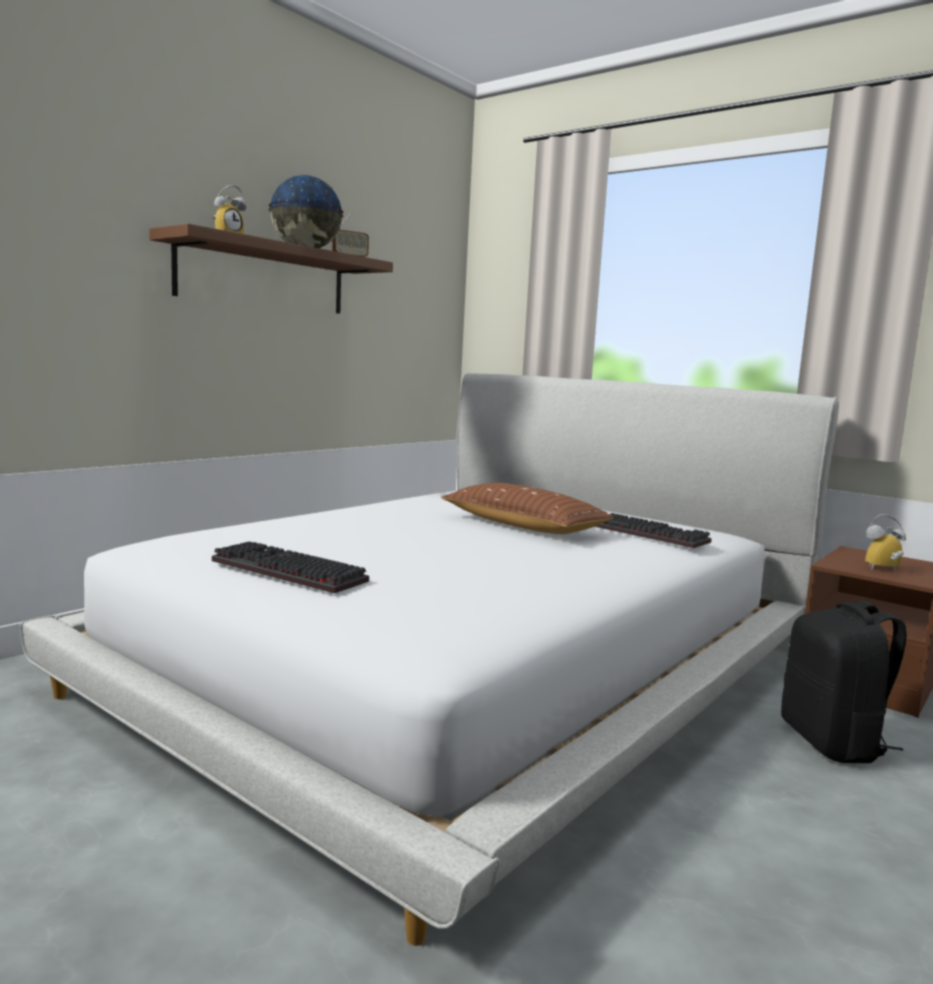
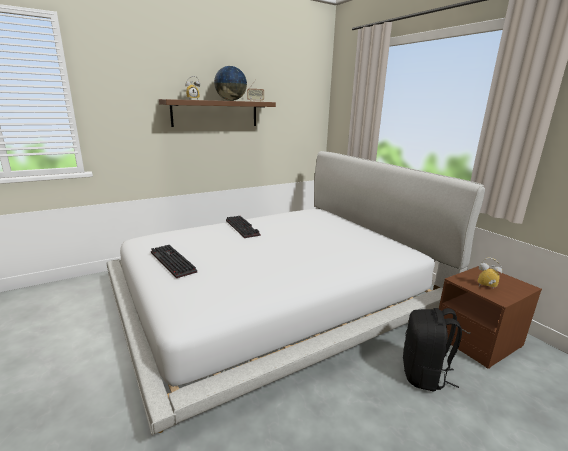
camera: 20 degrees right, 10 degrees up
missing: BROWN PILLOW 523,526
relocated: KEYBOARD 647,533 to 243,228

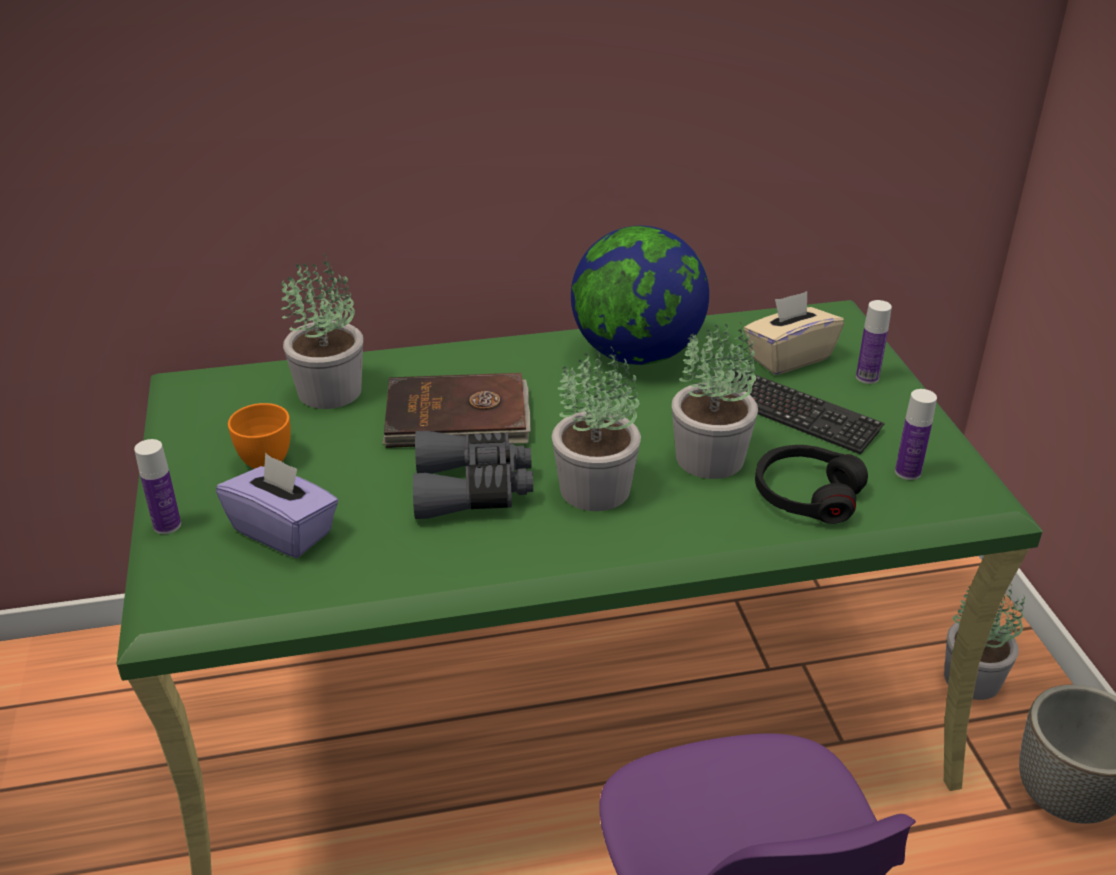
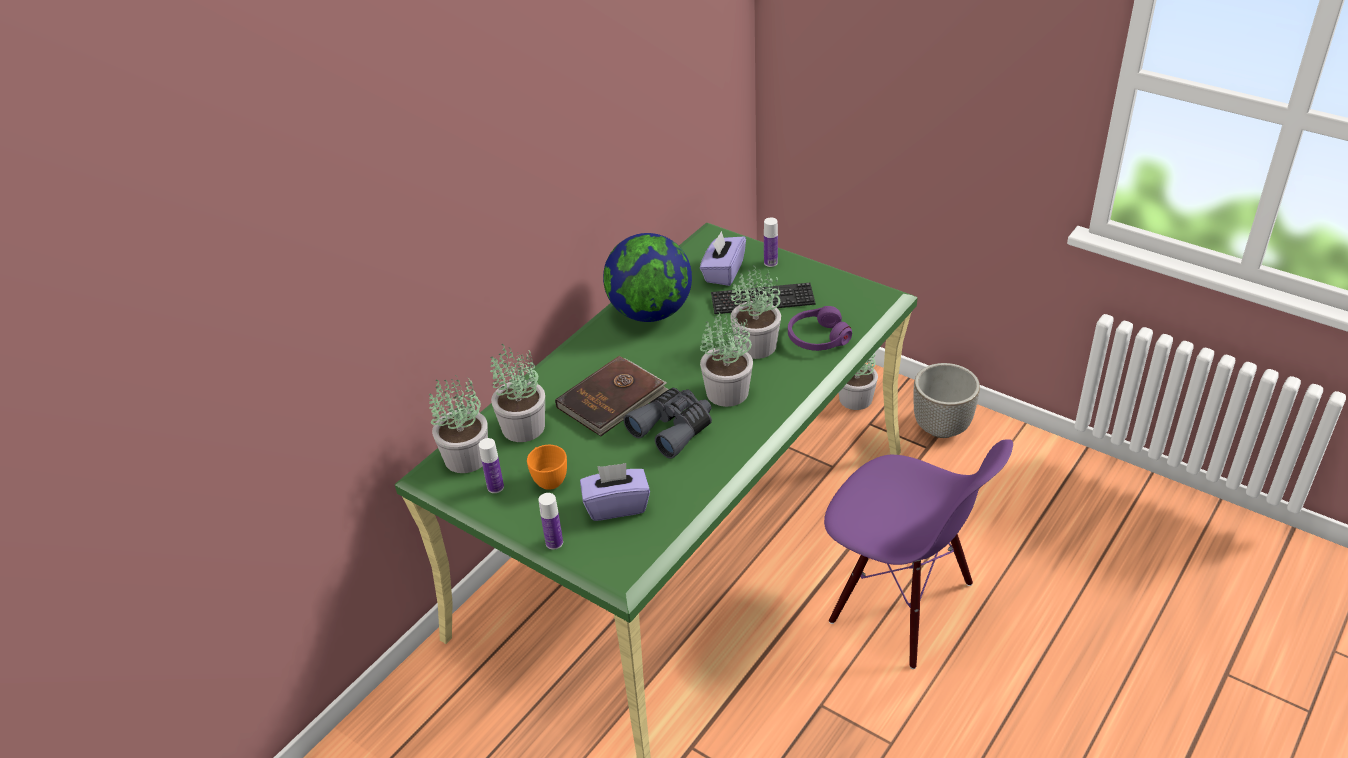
camera: 40 degrees left, 5 degrees up
appeared: POTTED PLANT 467,457
relocated: BOTTLE 907,472 to 495,487
colour: BEIGE TISSUE BOX 788,357 to PURPLE TISSUE BOX 723,272; BLACK HEADPHONES 806,495 to PURPLE HEADPHONES 817,338

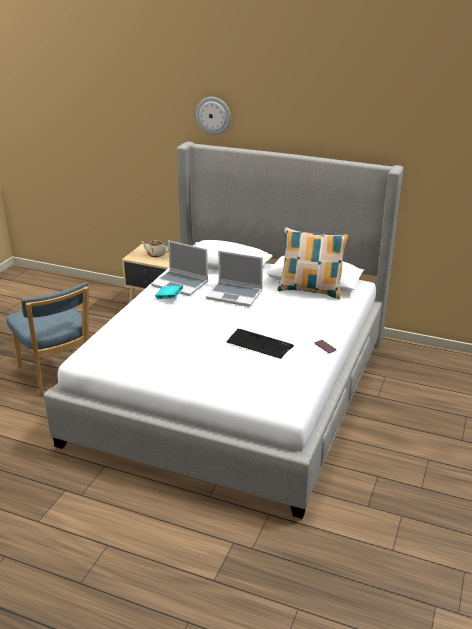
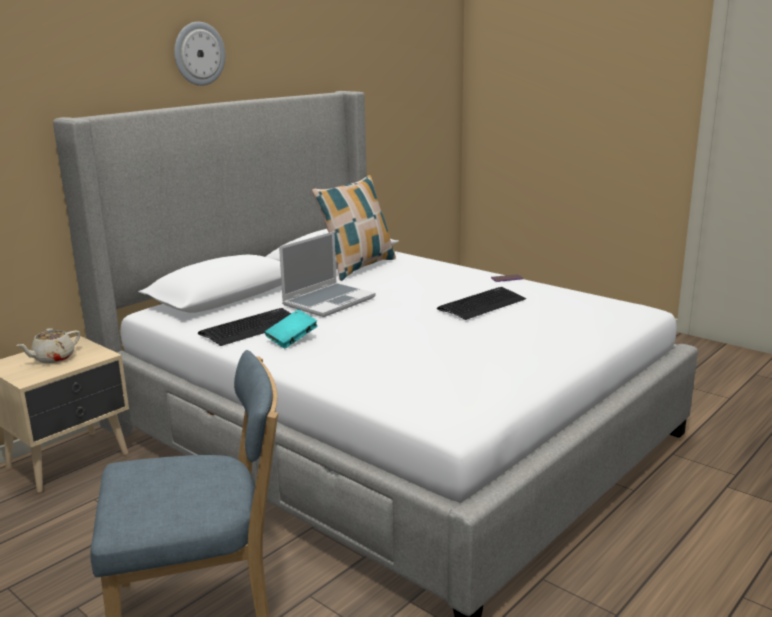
camera: 70 degrees left, 10 degrees down
relocated: WALL CLOCK 213,115 to 199,54
exchanged: LAPTOP 181,284 to KEYBOARD 251,328

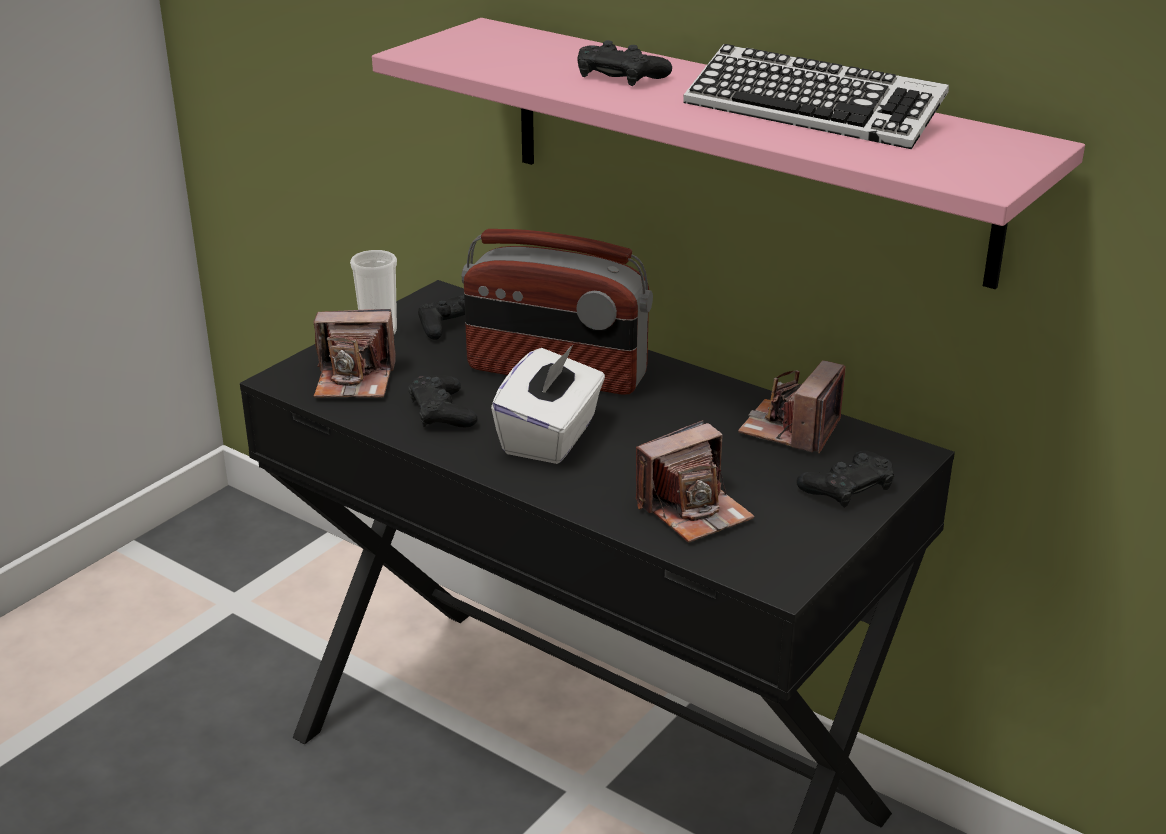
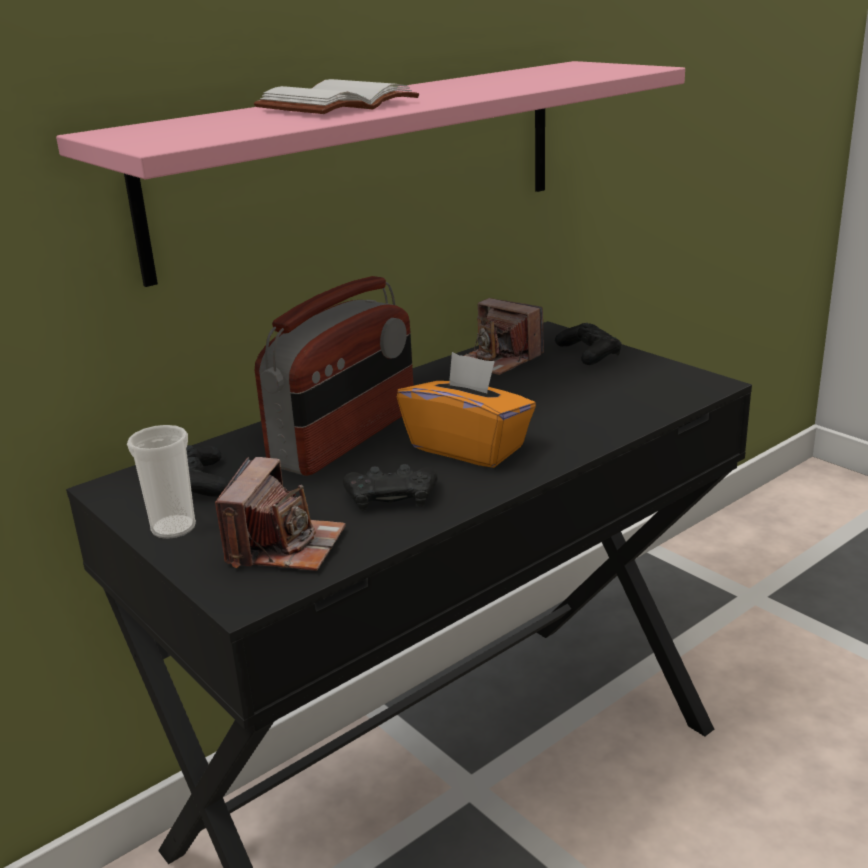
camera: 75 degrees left, 5 degrees down
missing: PHOTO CAMERA 694,510; KEYBOARD 812,113
exchanged: BLACK GAME CONTROLLER 621,76 to WHITE BOOK 338,106
colour: WHITE TISSUE BOX 551,437 to ORANGE TISSUE BOX 468,447

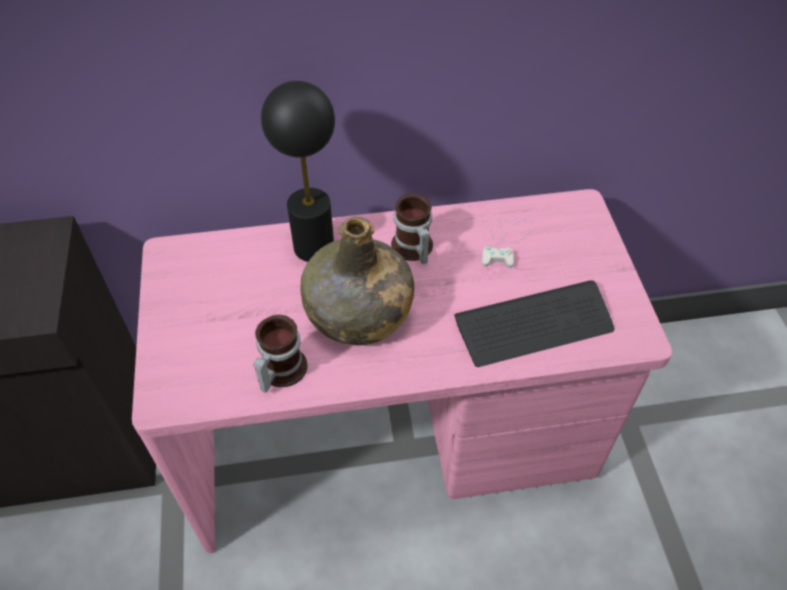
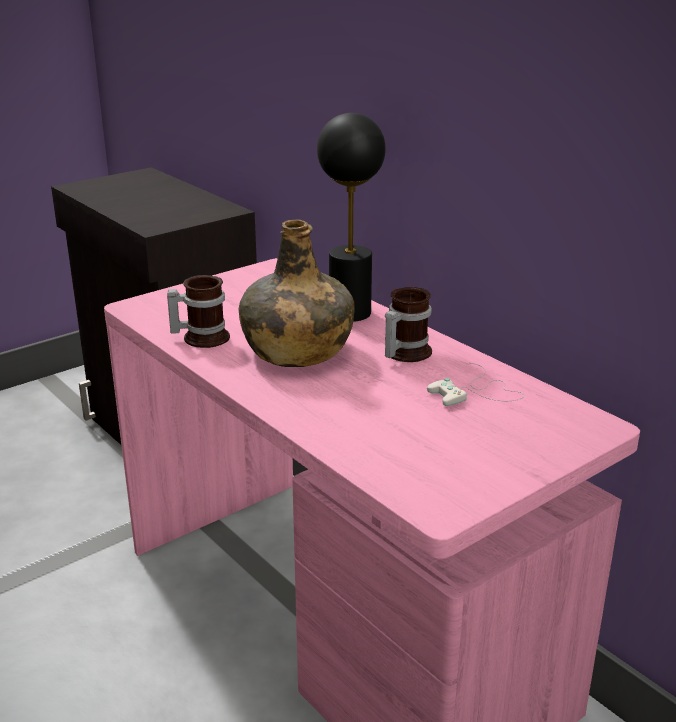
camera: 60 degrees right, 25 degrees down
missing: KEYBOARD 534,325

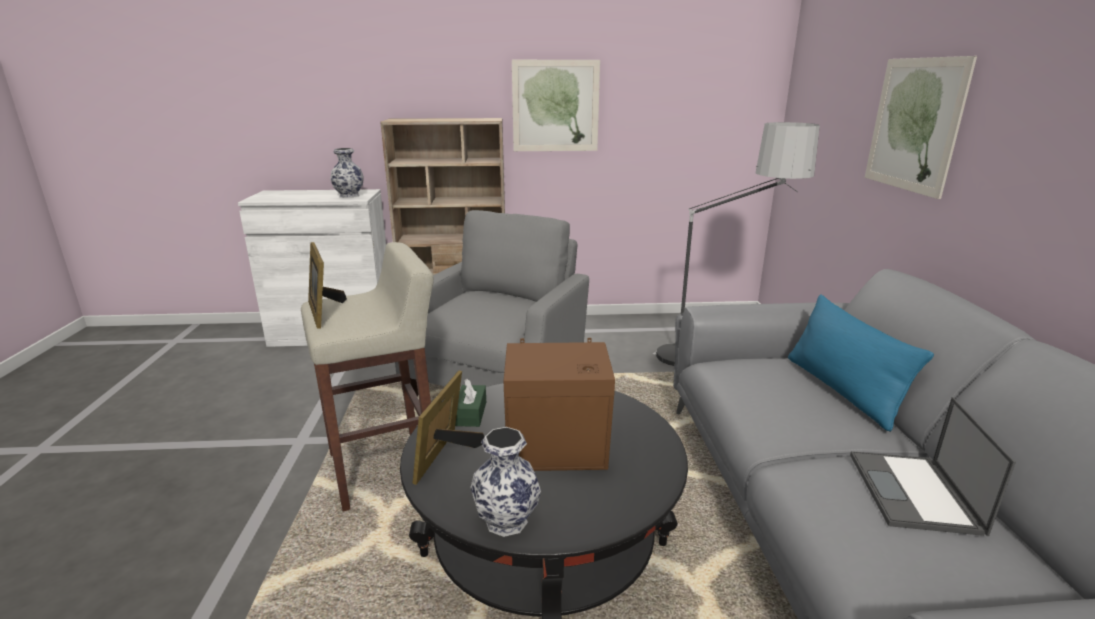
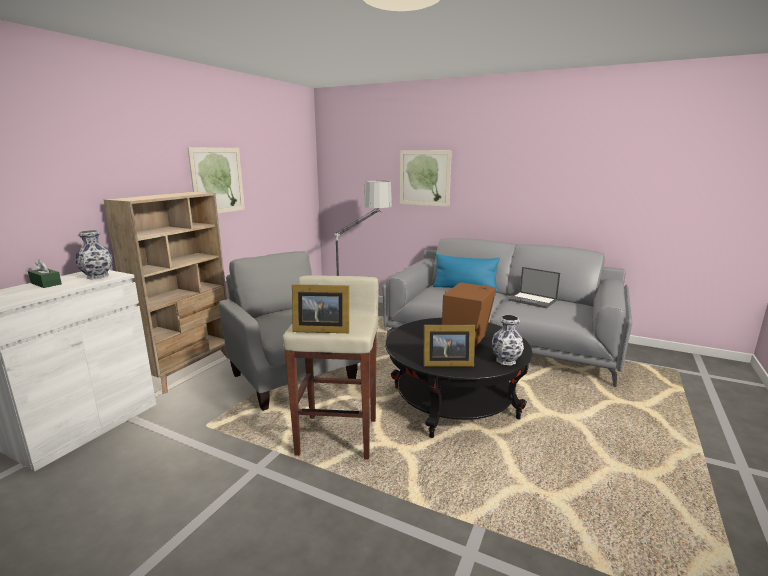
camera: 60 degrees left, 5 degrees down
relocated: GREEN TISSUE BOX 471,413 to 46,283
spun: PICTURE FRAME 447,456 = 446,363 45 degrees counterclockwise

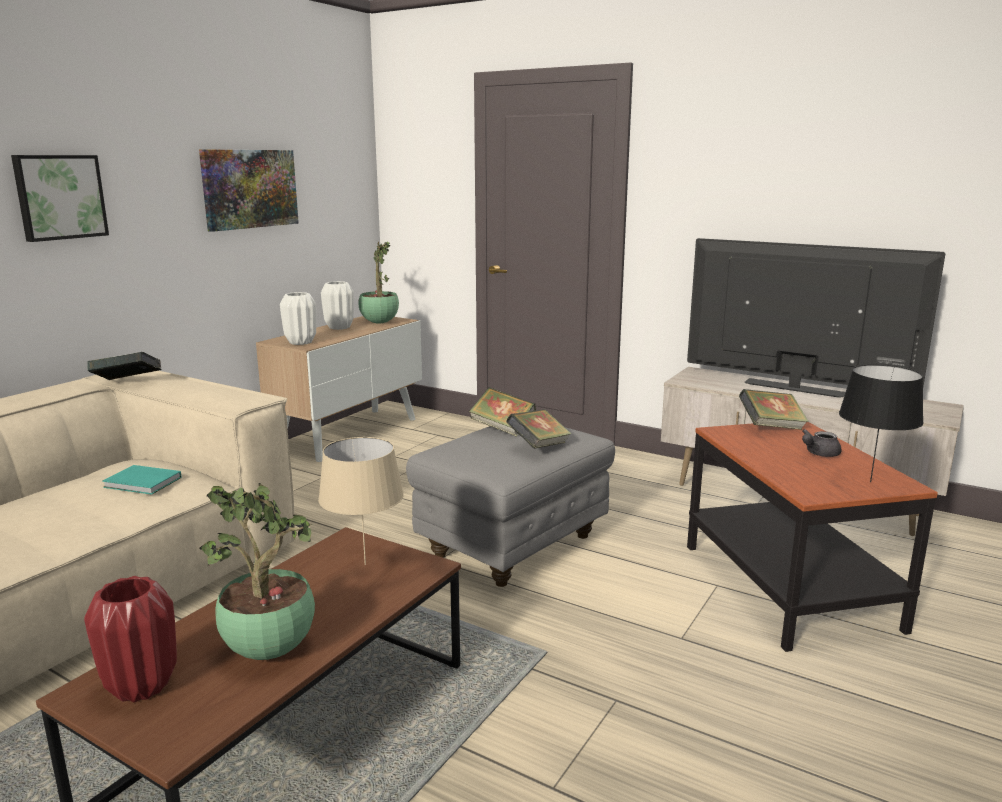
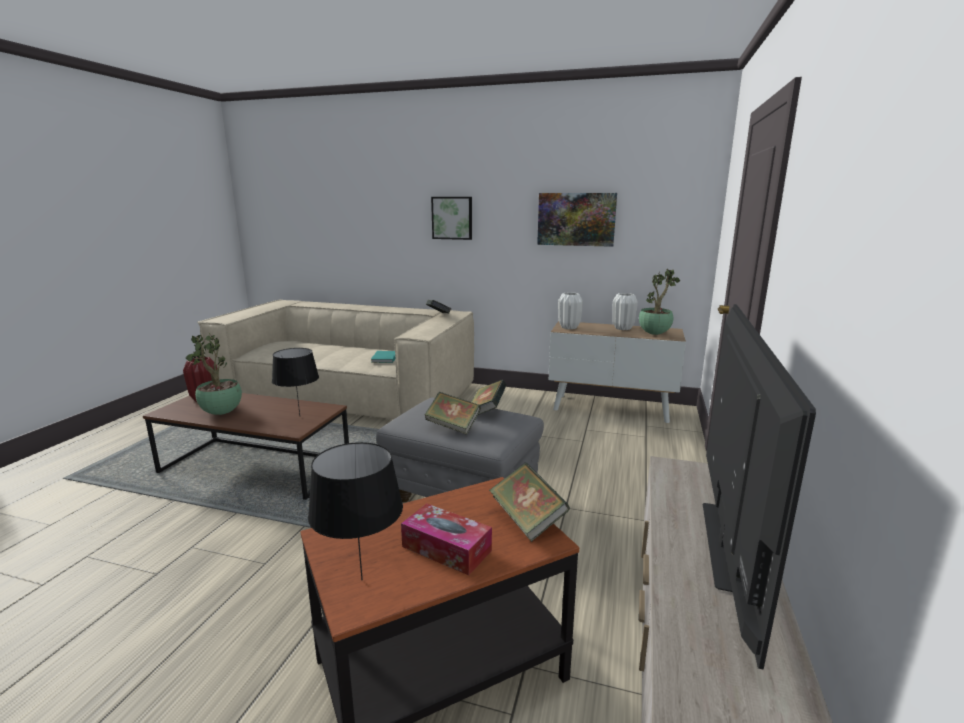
camera: 75 degrees right, 0 degrees up
exchanged: GREY TEAPOT 818,454 to TISSUE BOX 446,548
colour: BEIGE TABLE LAMP 365,565 to BLACK TABLE LAMP 299,416

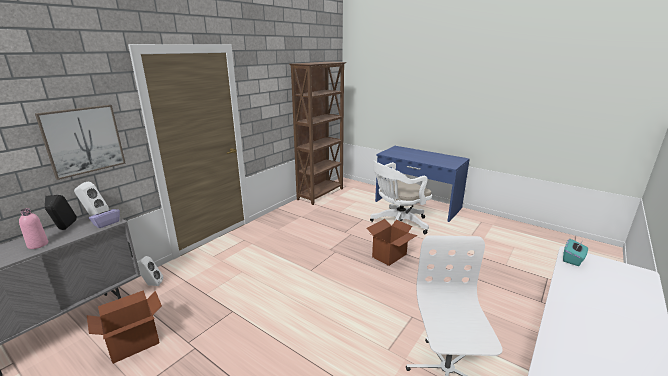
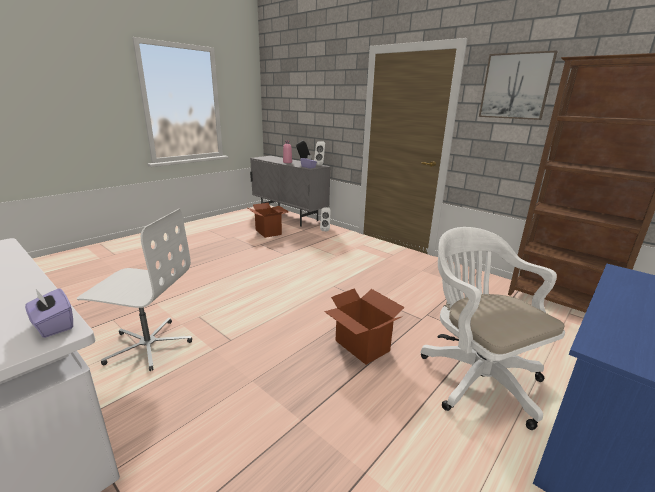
camera: 95 degrees right, 0 degrees up
relocated: PICTURE 83,140 to 515,86
colour: TURQUOISE TISSUE BOX 573,259 to PURPLE TISSUE BOX 53,325

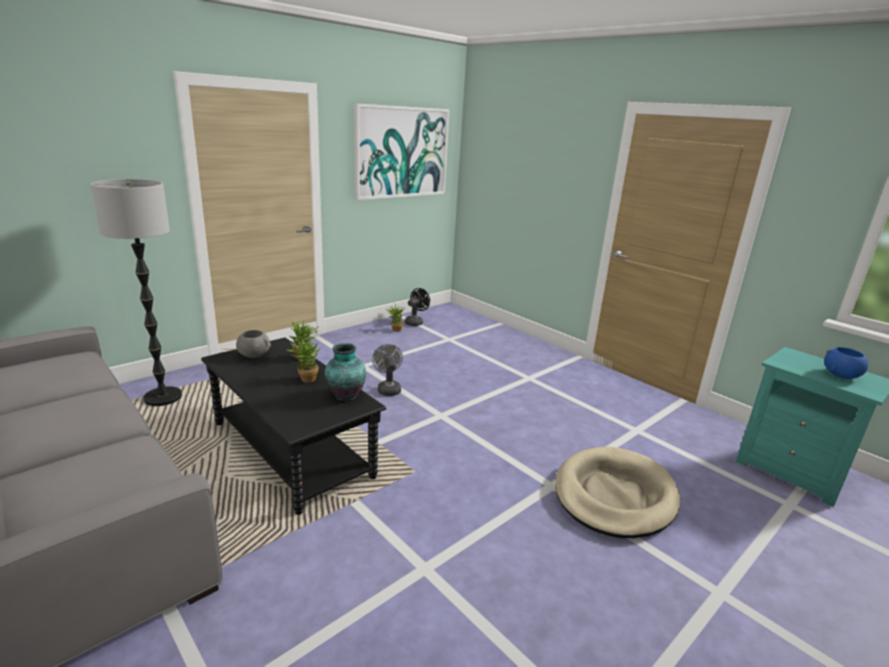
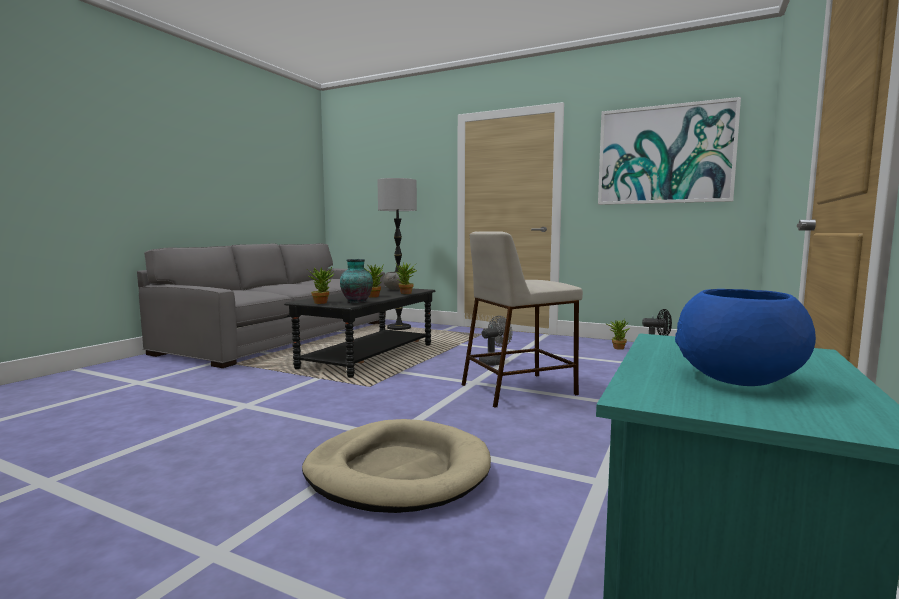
camera: 70 degrees right, 15 degrees down
appeared: POTTED PLANT 322,302; BEIGE STOOL 519,389

